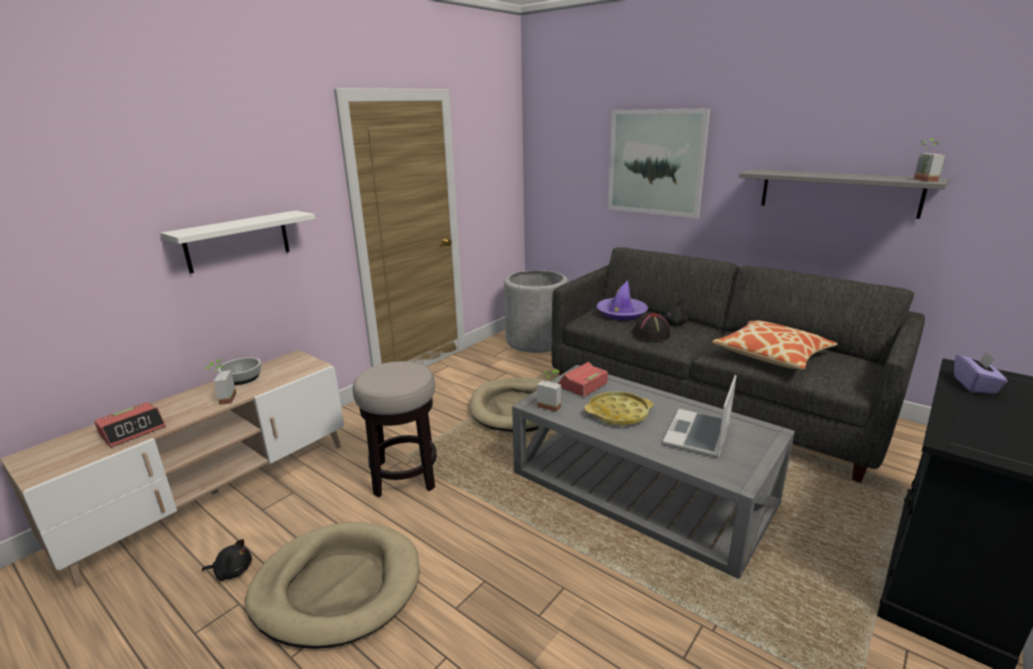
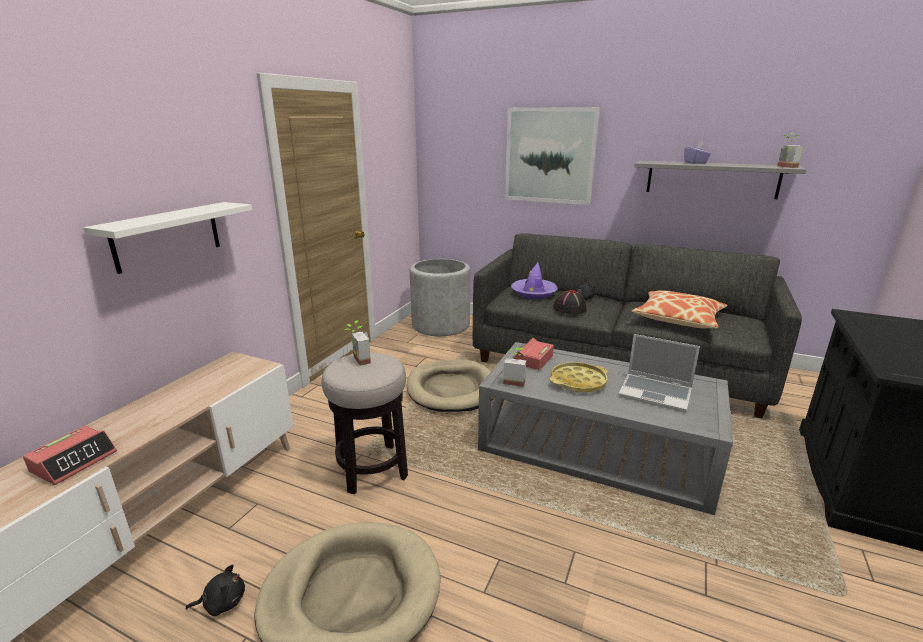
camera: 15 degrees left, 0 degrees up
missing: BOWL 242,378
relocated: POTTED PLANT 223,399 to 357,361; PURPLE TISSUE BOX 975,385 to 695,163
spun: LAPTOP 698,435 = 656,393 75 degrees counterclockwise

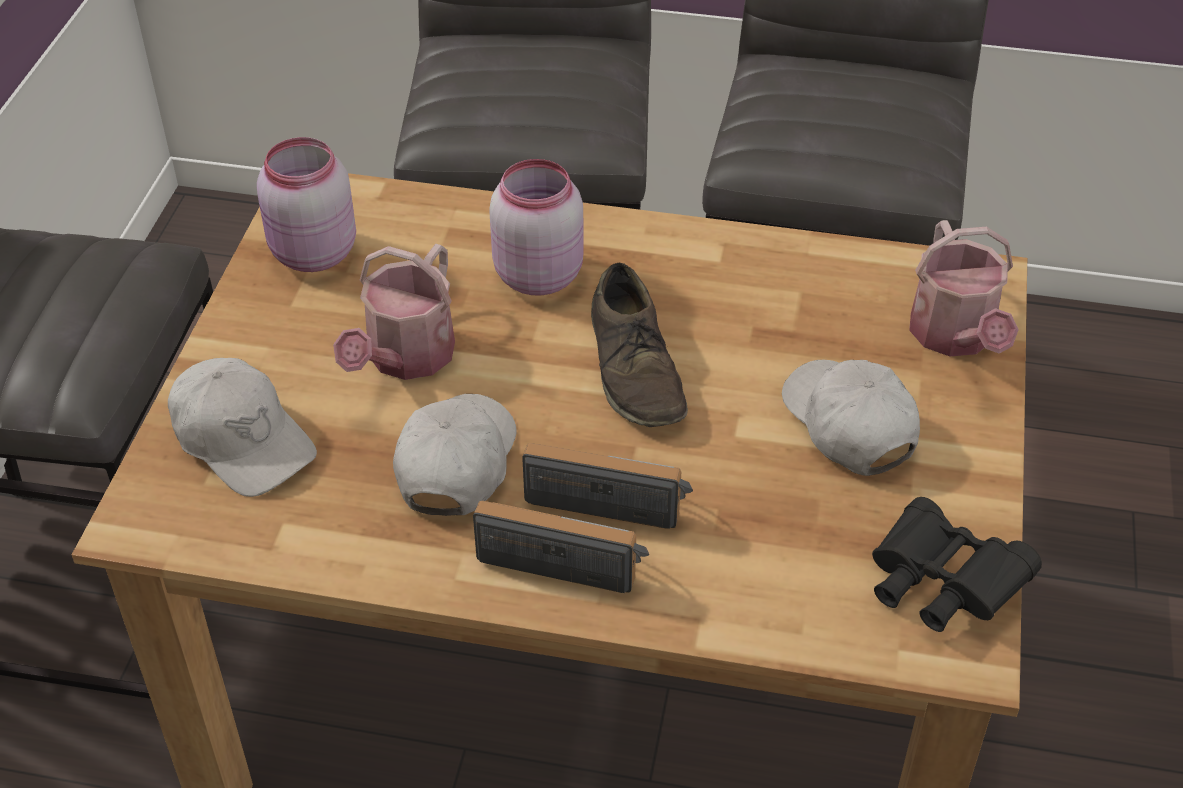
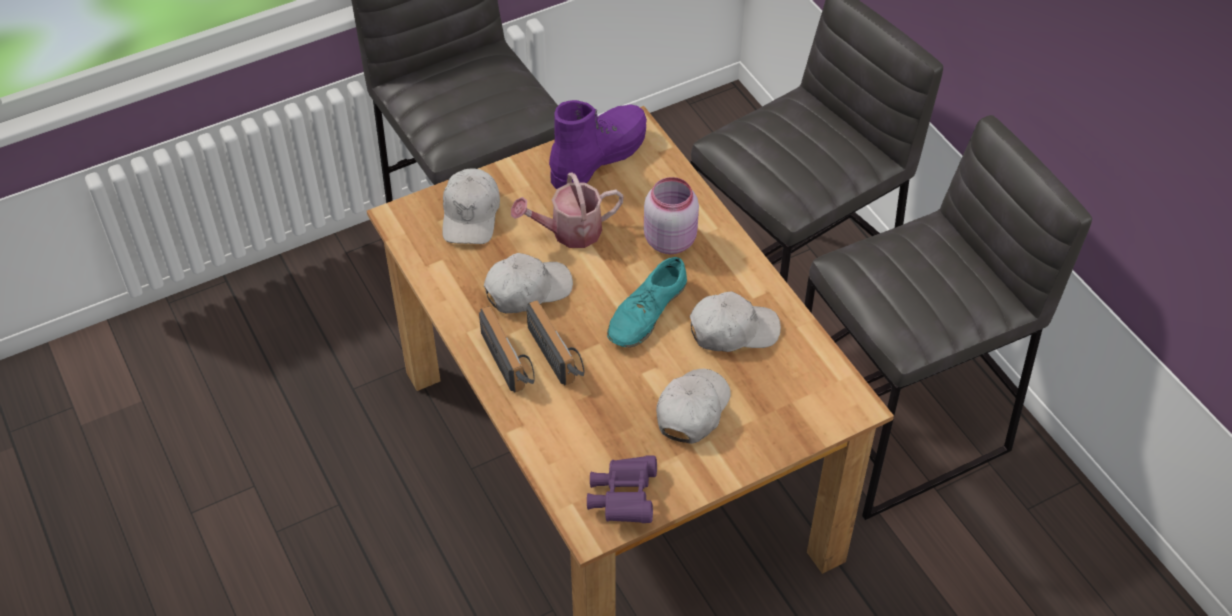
camera: 50 degrees right, 5 degrees up
missing: WATERING CAN 955,337
appeared: WHITE CAP 733,330
exchanged: PINK JAR 311,254 to PURPLE BOOT 598,157
colour: BLACK BINOCULARS 939,586 to PURPLE BINOCULARS 623,498; BROWN SHOE 635,368 to TURQUOISE SHOE 646,312

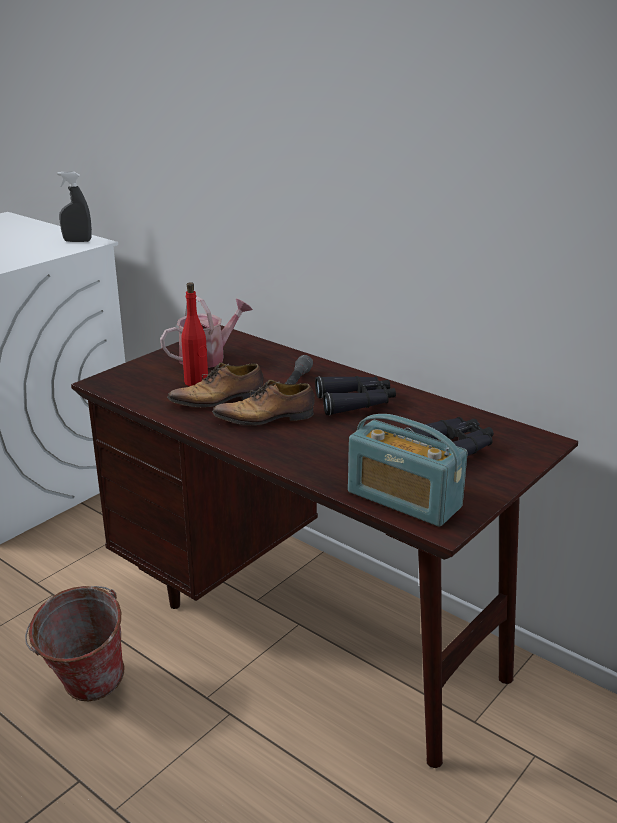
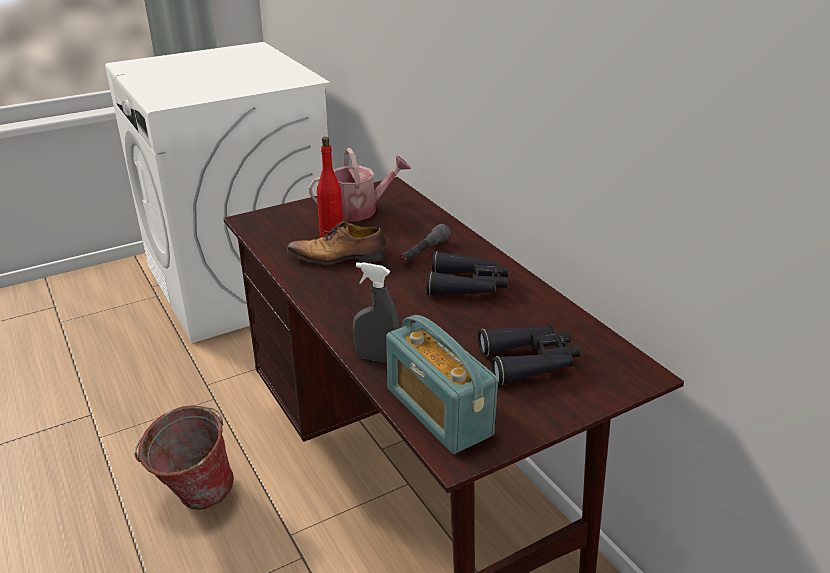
camera: 20 degrees right, 5 degrees up
missing: SHOE 266,418
relocated: GREY SPRAY BOTTLE 77,241 to 377,358

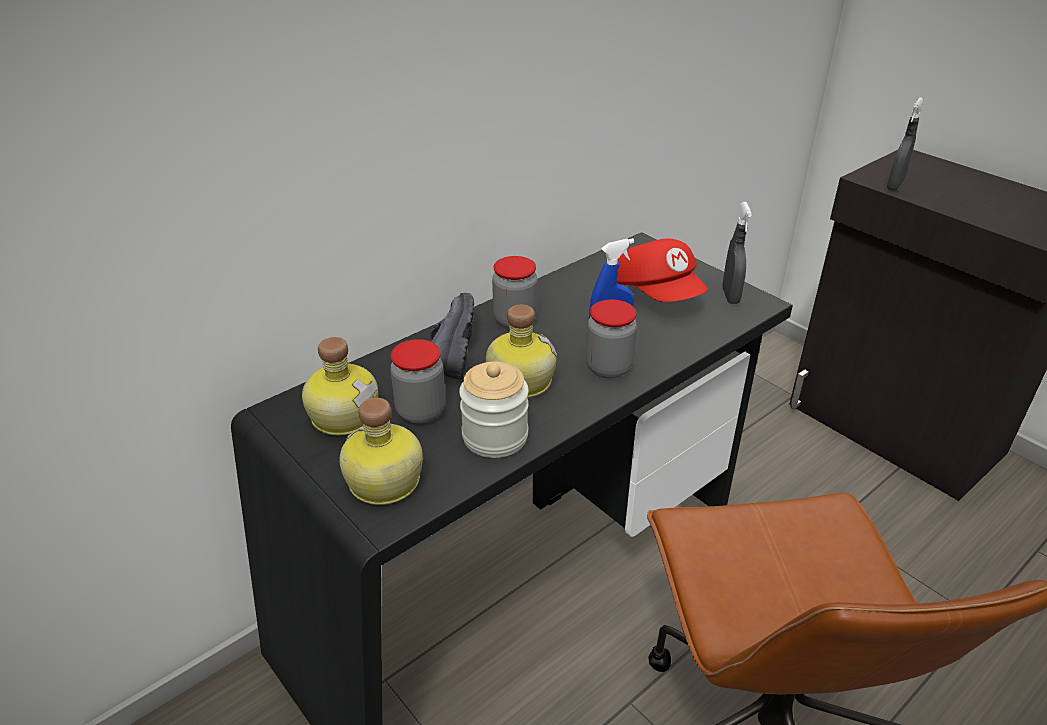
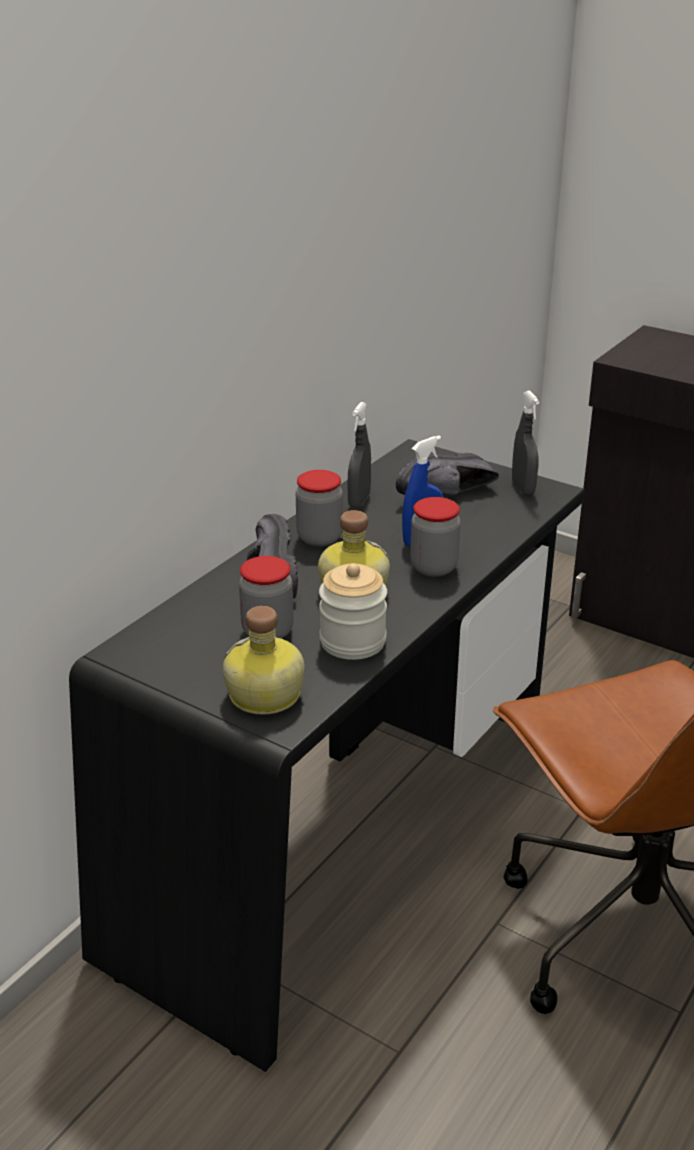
camera: 15 degrees left, 5 degrees down
missing: BOTTLE 344,414
relocated: GREY SPRAY BOTTLE 894,186 to 359,501
exchanged: RED CAP 655,294 to BLACK SHOE 449,495

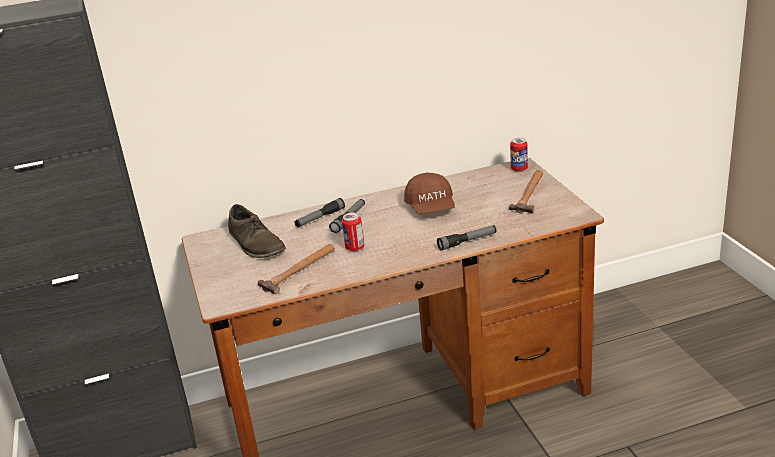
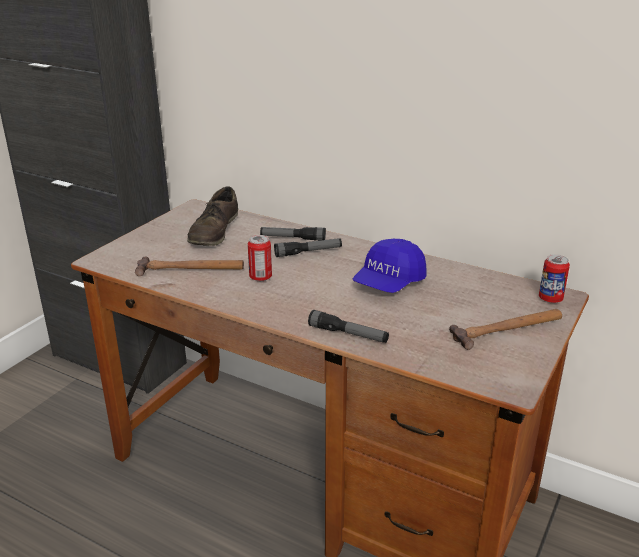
camera: 45 degrees right, 0 degrees up
colour: BROWN CAP 431,208 to BLUE CAP 389,283

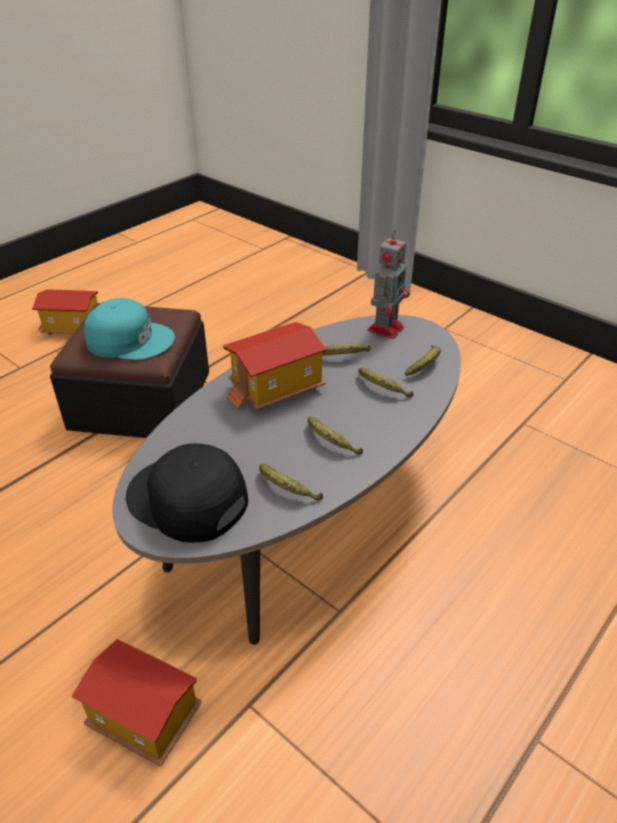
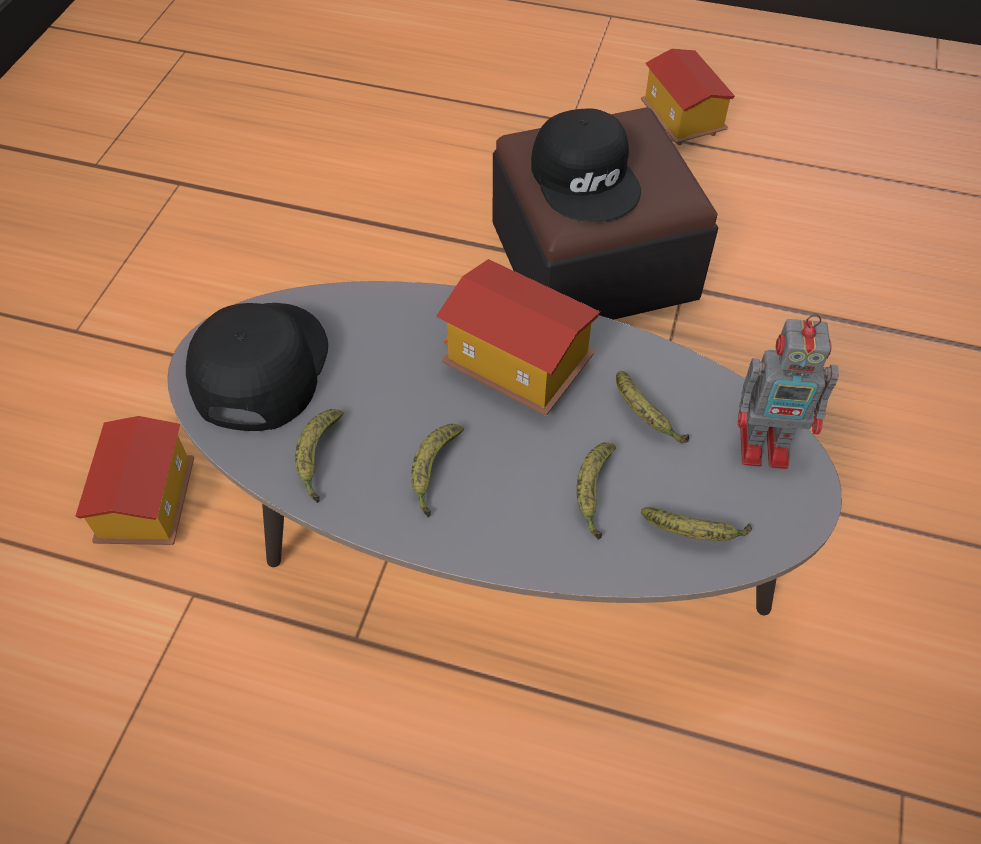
camera: 65 degrees right, 15 degrees up
colour: TURQUOISE CAP 130,339 to BLACK CAP 586,177

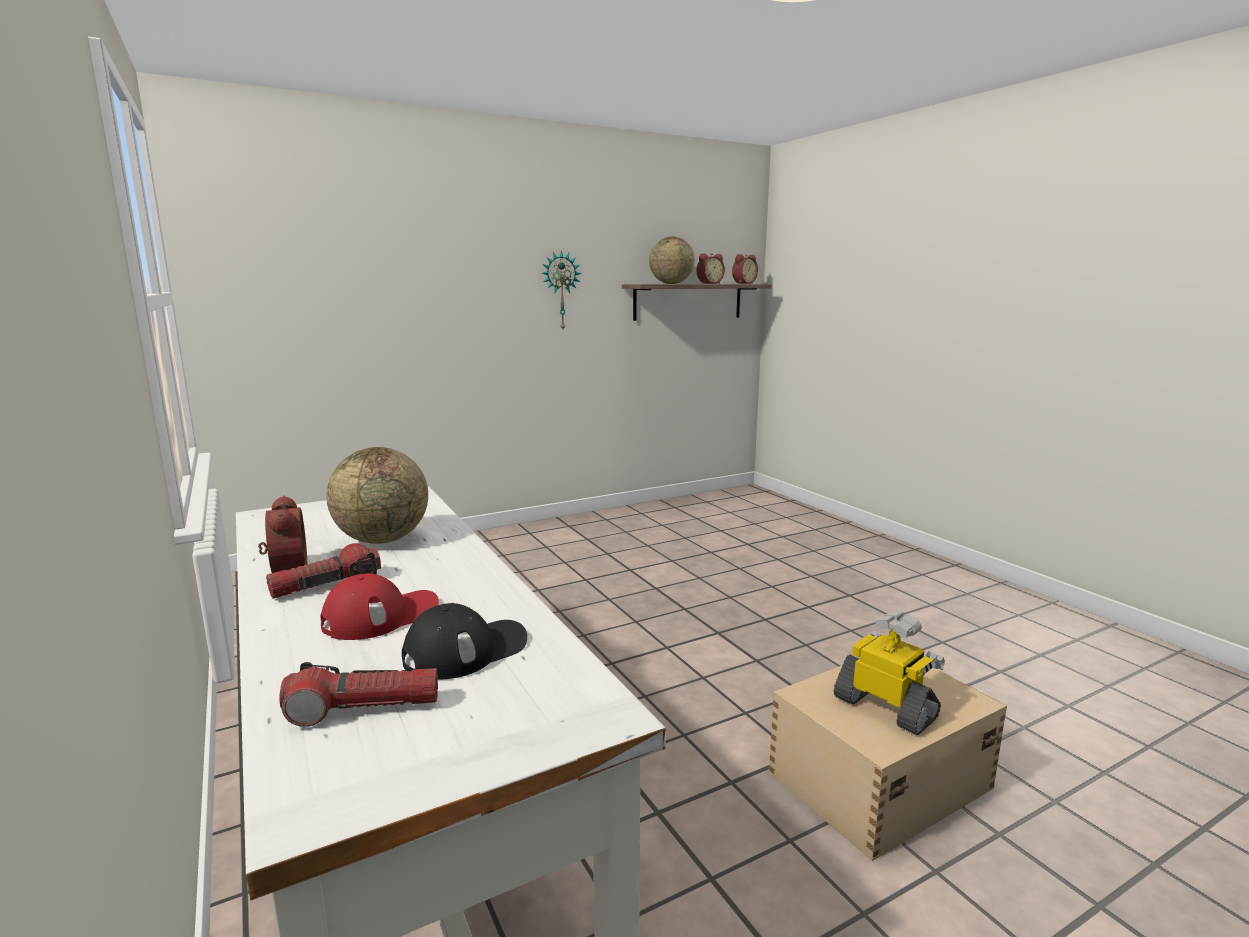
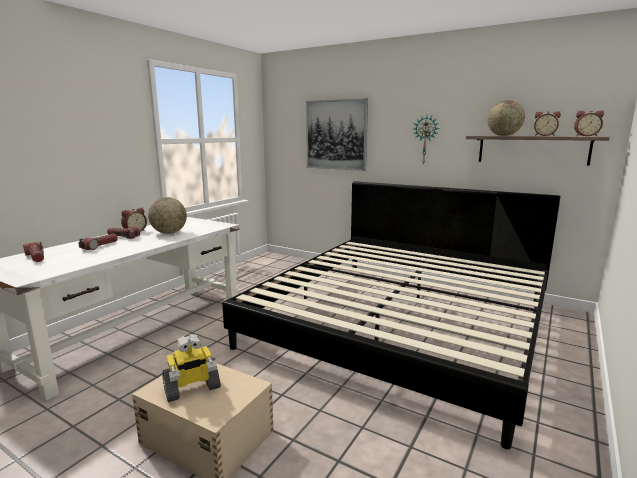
camera: 60 degrees right, 0 degrees up
missing: BLACK CAP 466,650
appeared: BED 402,324; PICTURE 336,135
exchanged: RED CAP 381,616 to FLASHLIGHT 100,246
spun: TOY ROBOT 886,708 = 192,388 45 degrees clockwise

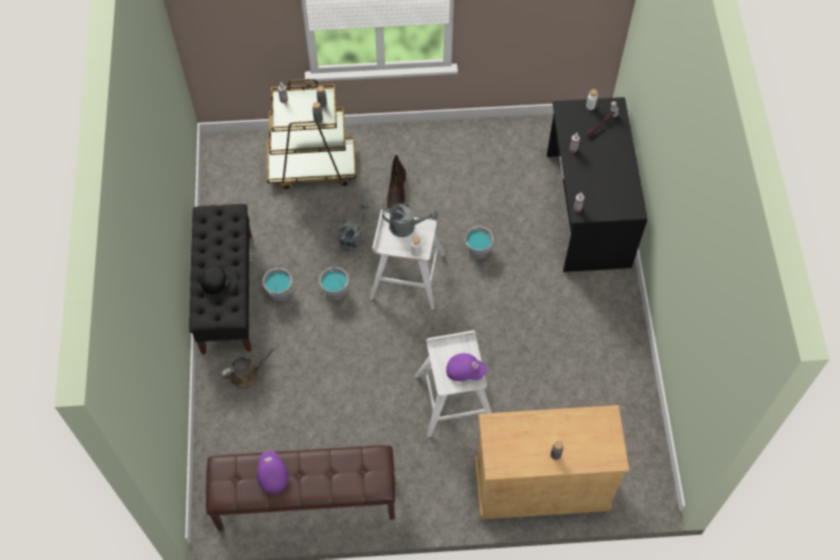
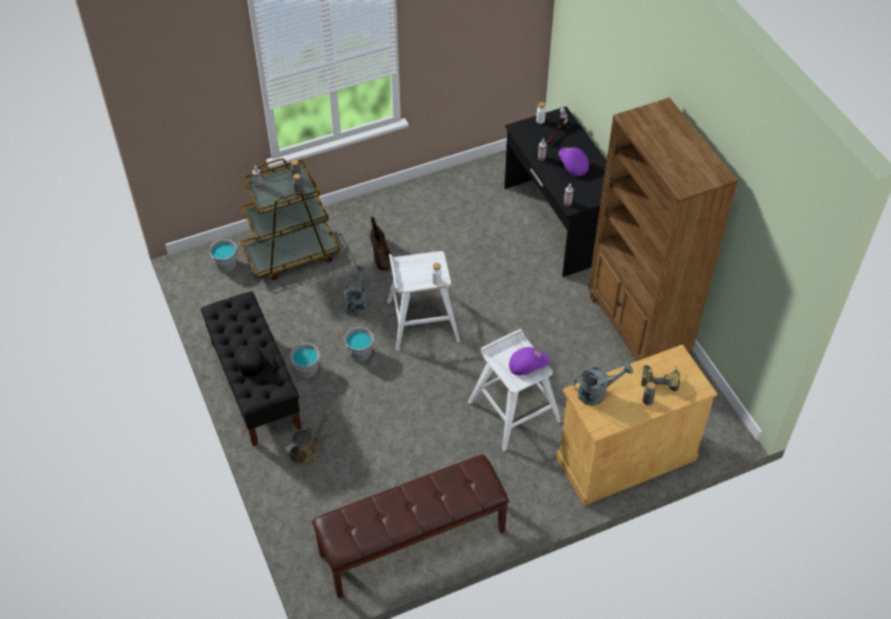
camera: 20 degrees left, 10 degrees down
appeared: BROWN BOOKCASE 637,328; POWER DRILL 660,379
relocated: GREY BUCKET 478,250 to 226,264; PURPLE CAP 272,475 to 572,165; GREY WATERING CAN 407,227 to 597,393

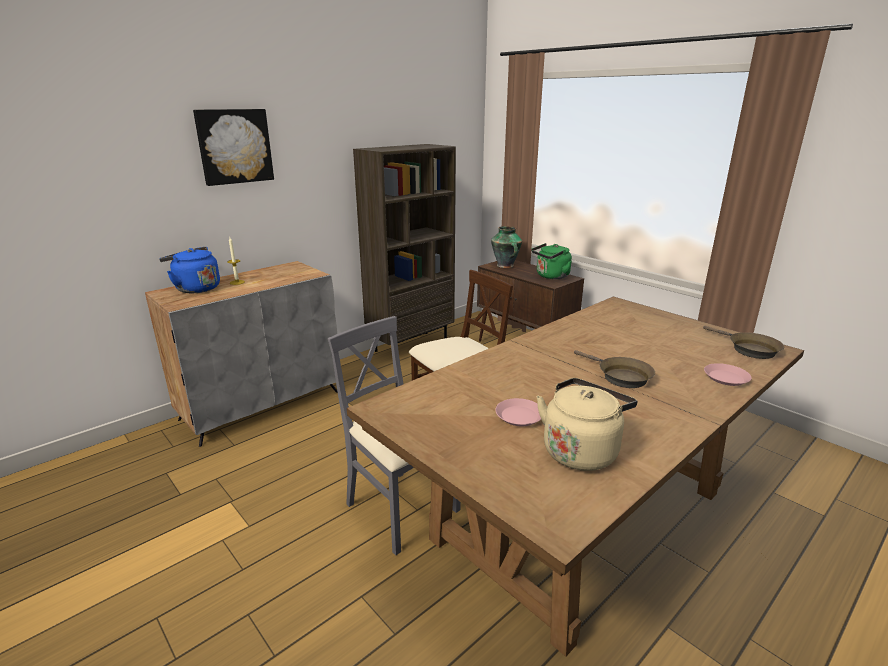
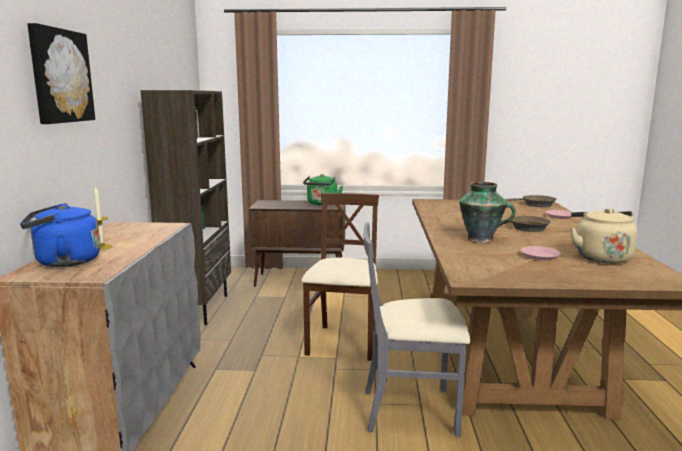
camera: 45 degrees left, 10 degrees down
relocated: VASE 505,266 to 482,239

